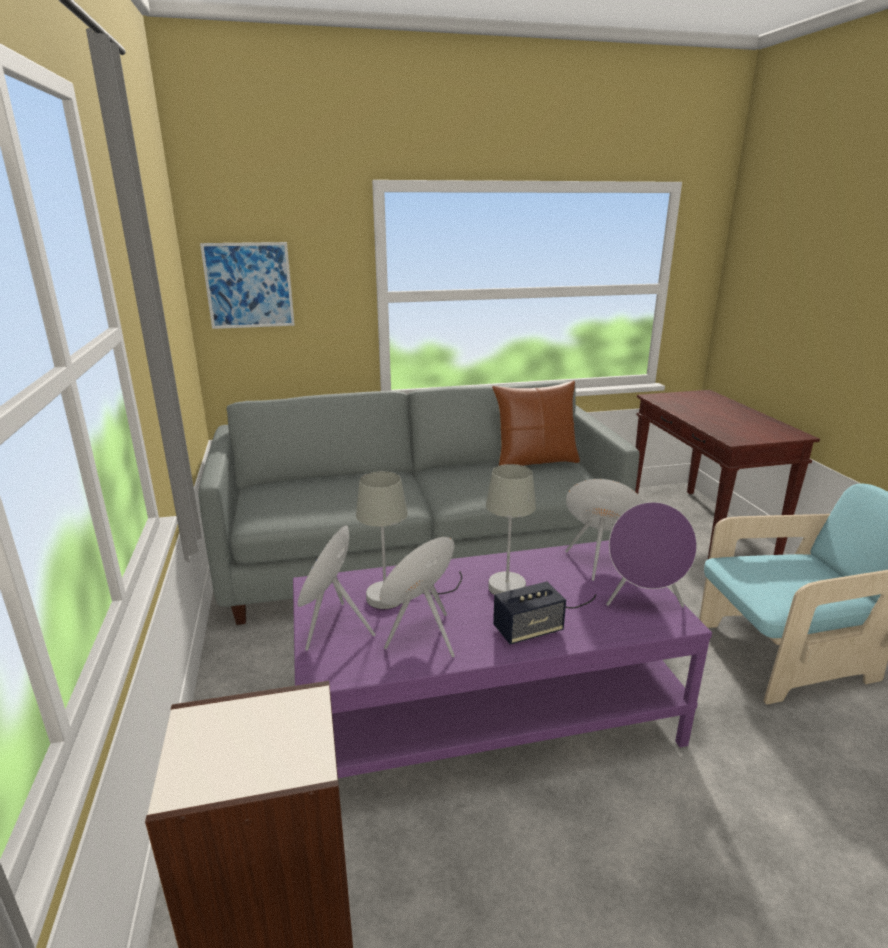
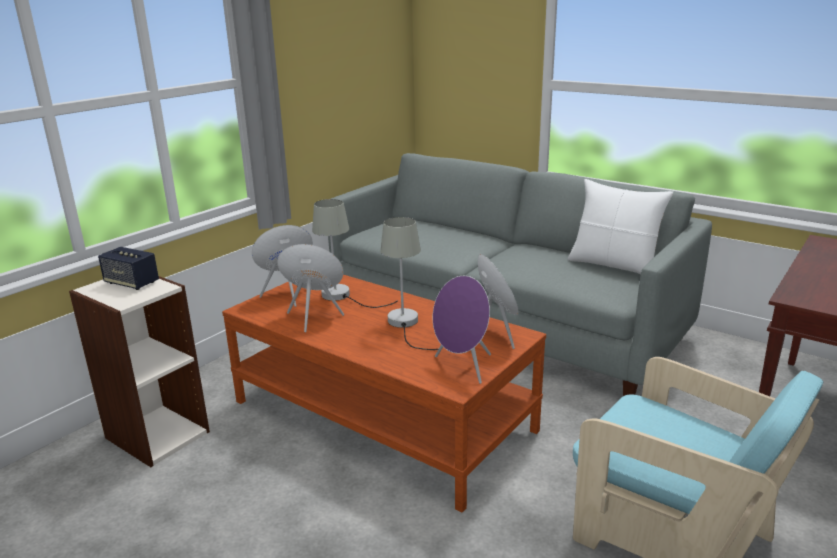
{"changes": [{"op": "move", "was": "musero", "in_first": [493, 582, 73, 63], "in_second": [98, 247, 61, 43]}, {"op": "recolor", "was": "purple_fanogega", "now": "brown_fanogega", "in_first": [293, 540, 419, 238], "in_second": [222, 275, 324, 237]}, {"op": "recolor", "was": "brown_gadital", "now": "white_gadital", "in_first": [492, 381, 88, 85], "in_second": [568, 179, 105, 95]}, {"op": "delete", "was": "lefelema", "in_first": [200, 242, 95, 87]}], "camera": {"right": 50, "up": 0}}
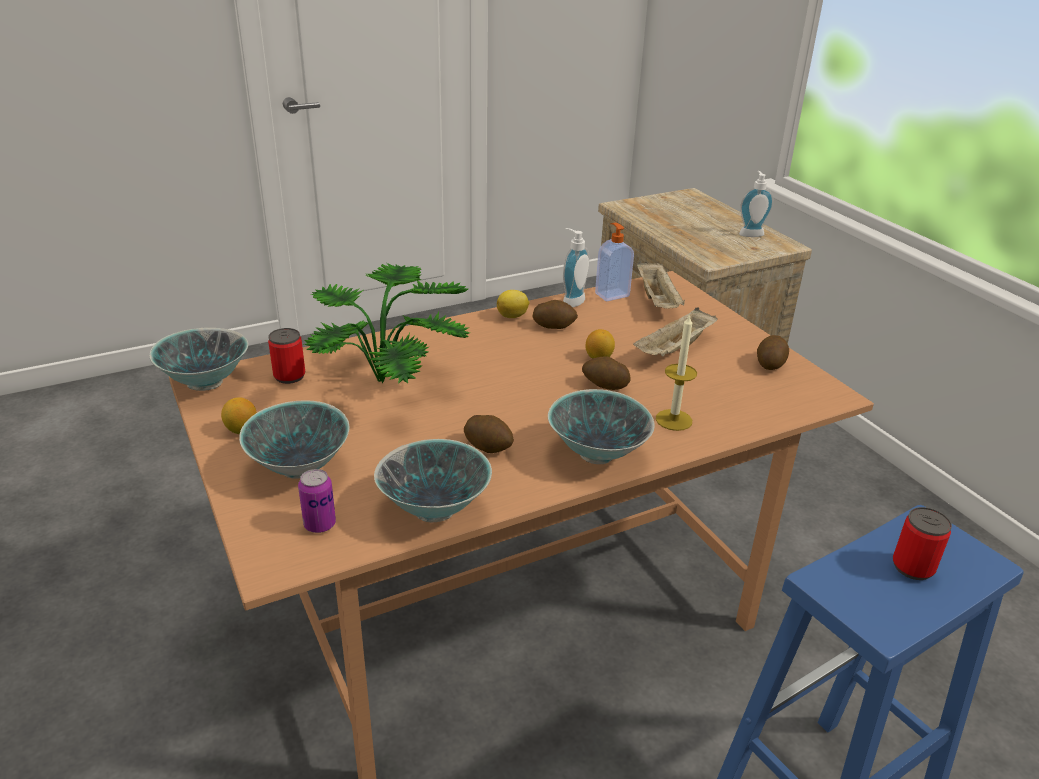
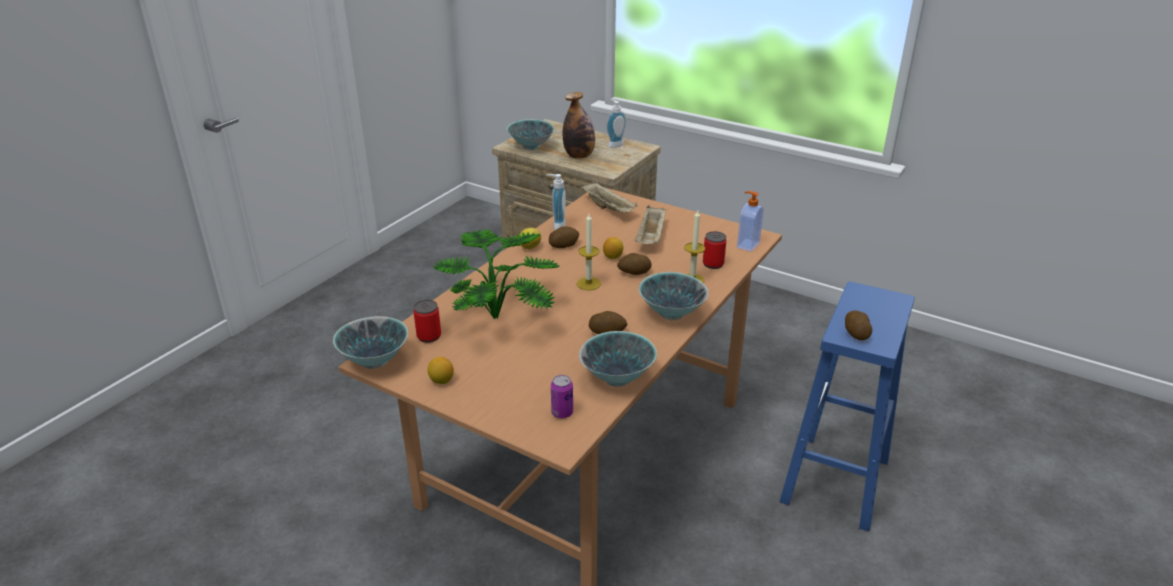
{"changes": [{"op": "move", "was": "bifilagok", "in_first": [239, 400, 110, 79], "in_second": [507, 119, 47, 31]}, {"op": "insert", "now": "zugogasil", "in_second": [563, 92, 32, 67]}, {"op": "insert", "now": "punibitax", "in_second": [577, 214, 24, 76]}, {"op": "move", "was": "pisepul", "in_first": [893, 507, 59, 73], "in_second": [703, 231, 24, 38]}, {"op": "move", "was": "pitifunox", "in_first": [595, 223, 39, 78], "in_second": [737, 191, 27, 61]}, {"op": "move", "was": "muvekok", "in_first": [757, 335, 32, 35], "in_second": [845, 310, 27, 30]}], "camera": {"right": -30, "up": 0}}
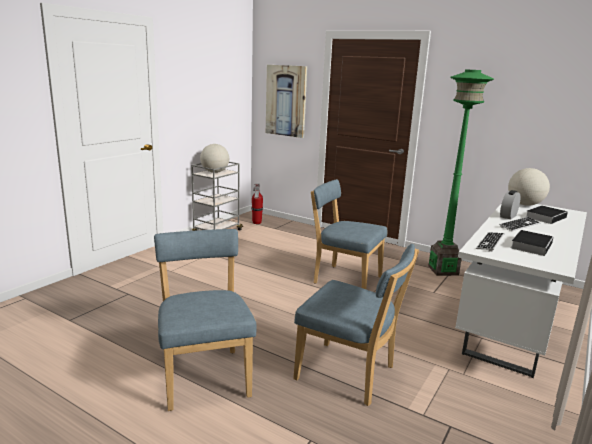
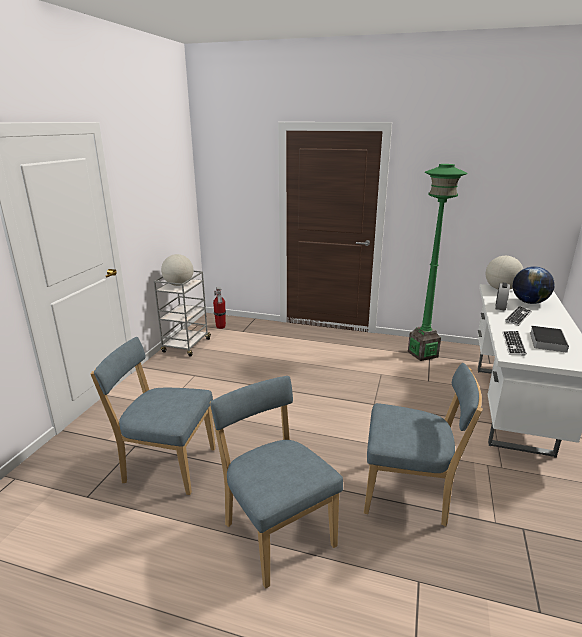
{"changes": [{"op": "move", "was": "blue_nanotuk", "in_first": [311, 179, 76, 110], "in_second": [91, 337, 125, 158]}, {"op": "replace", "was": "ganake", "now": "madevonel", "in_first": [526, 205, 42, 19], "in_second": [513, 266, 42, 38]}, {"op": "delete", "was": "lefelema", "in_first": [266, 65, 41, 73]}], "camera": {"right": -15, "up": 5}}
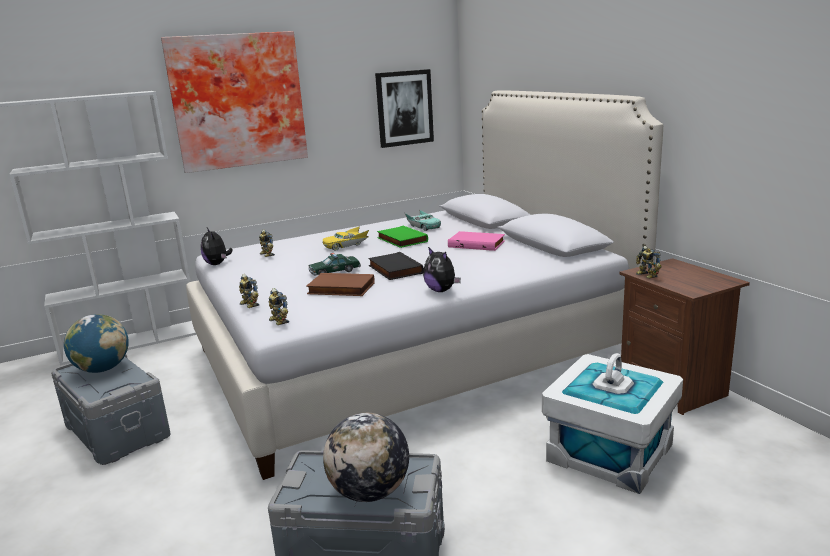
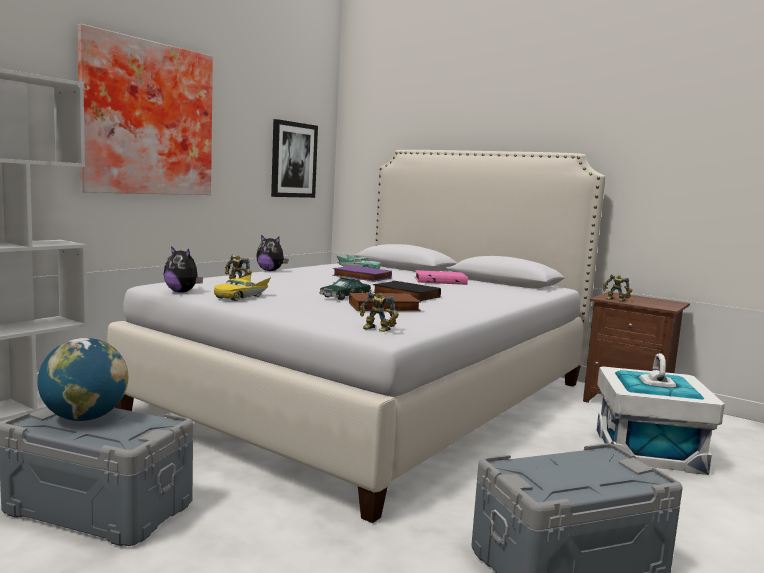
{"changes": [{"op": "move", "was": "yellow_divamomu", "in_first": [323, 226, 46, 25], "in_second": [214, 275, 57, 26]}, {"op": "move", "was": "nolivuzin", "in_first": [423, 247, 38, 45], "in_second": [256, 235, 33, 36]}, {"op": "recolor", "was": "green_ganake", "now": "purple_ganake", "in_first": [377, 226, 51, 22], "in_second": [332, 265, 60, 17]}, {"op": "delete", "was": "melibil", "in_first": [239, 274, 20, 34]}, {"op": "delete", "was": "madevonel", "in_first": [323, 413, 86, 89]}], "camera": {"right": -30, "up": -10}}
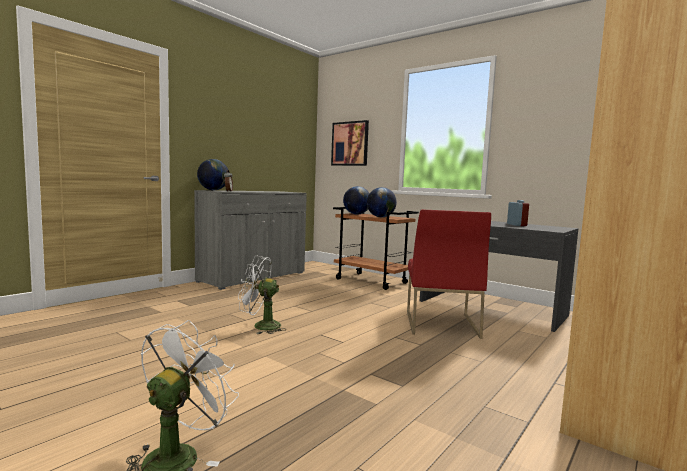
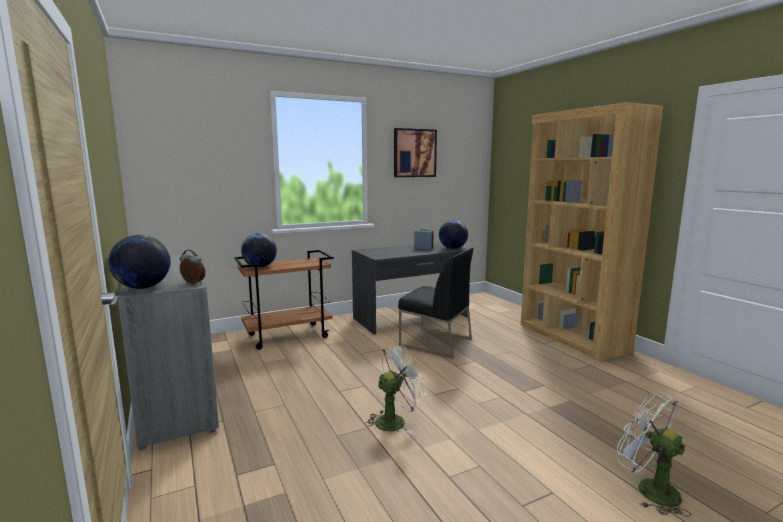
{"changes": [{"op": "rotate", "was": "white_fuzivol", "in_first": [238, 256, 49, 78], "in_second": [365, 345, 61, 89], "clockwise": -150}, {"op": "move", "was": "lefelema", "in_first": [331, 120, 38, 46], "in_second": [394, 128, 43, 49]}, {"op": "recolor", "was": "red_nanotuk", "now": "black_nanotuk", "in_first": [407, 209, 84, 130], "in_second": [398, 248, 76, 110]}, {"op": "move", "was": "madevonel", "in_first": [367, 187, 30, 30], "in_second": [439, 220, 29, 29]}], "camera": {"right": -65, "up": 5}}
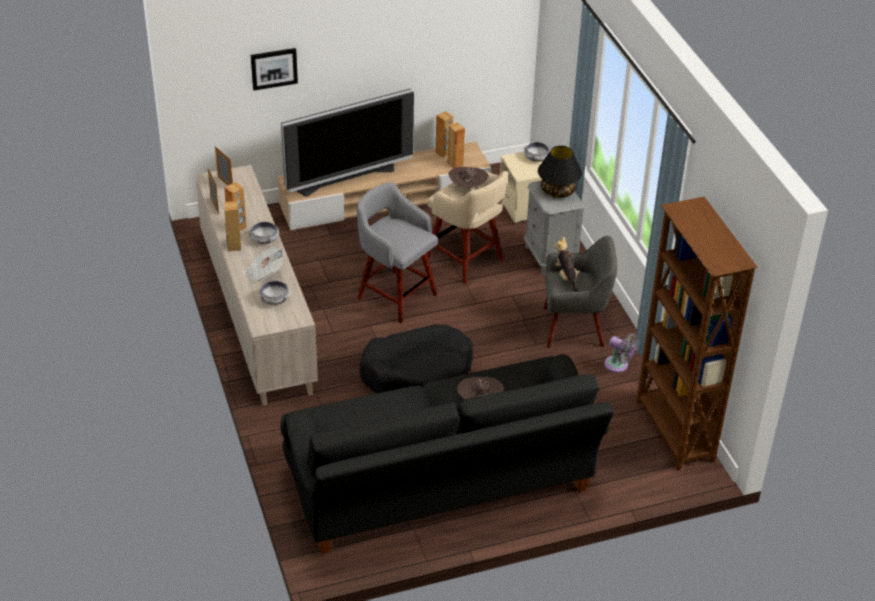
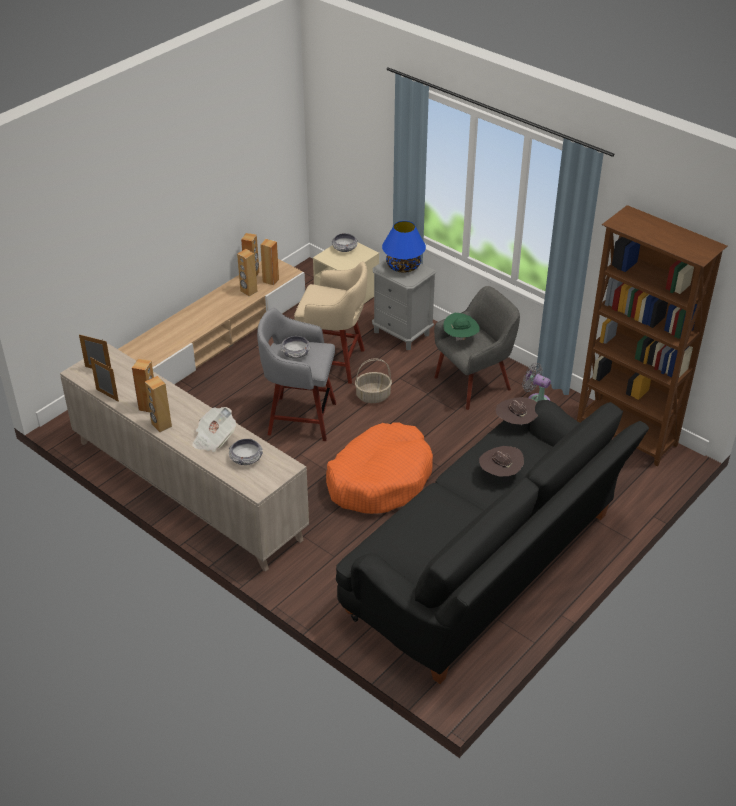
{"changes": [{"op": "insert", "now": "brown_musero", "in_second": [237, 249, 21, 47]}, {"op": "move", "was": "bifilagok", "in_first": [249, 222, 30, 22], "in_second": [280, 336, 31, 23]}, {"op": "recolor", "was": "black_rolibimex", "now": "orange_rolibimex", "in_first": [359, 324, 114, 69], "in_second": [326, 422, 107, 92]}, {"op": "insert", "now": "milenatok", "in_second": [355, 358, 37, 45]}, {"op": "recolor", "was": "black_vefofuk", "now": "blue_vefofuk", "in_first": [538, 146, 44, 52], "in_second": [382, 221, 44, 52]}, {"op": "replace", "was": "nolivuzin", "now": "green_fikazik", "in_first": [554, 237, 26, 55], "in_second": [443, 313, 37, 28]}, {"op": "move", "was": "brown_fikazik", "in_first": [448, 167, 41, 24], "in_second": [496, 397, 42, 28]}, {"op": "rotate", "was": "grey_fuzivol", "in_first": [604, 333, 35, 40], "in_second": [522, 363, 29, 39], "clockwise": -150}, {"op": "delete", "was": "lefelema", "in_first": [251, 48, 47, 42]}, {"op": "delete", "was": "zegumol", "in_first": [281, 89, 133, 108]}], "camera": {"right": -30, "up": 0}}
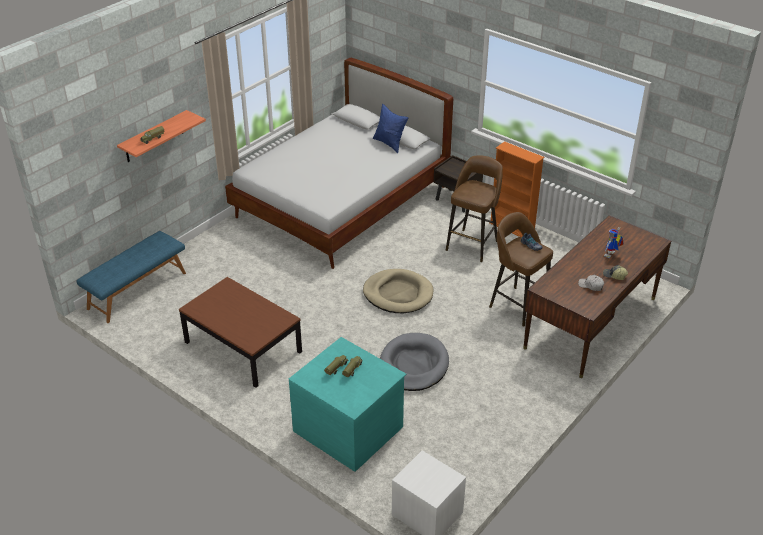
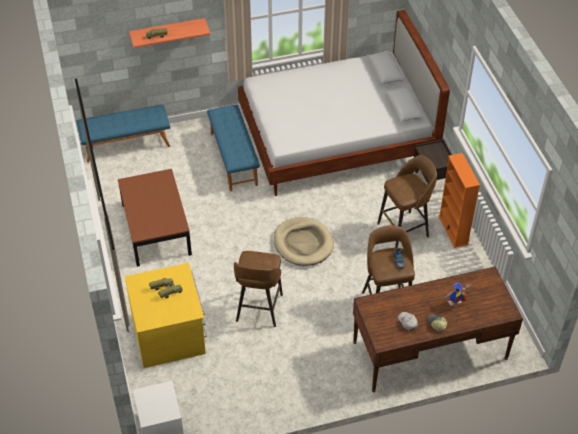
{"changes": [{"op": "recolor", "was": "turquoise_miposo", "now": "yellow_miposo", "in_first": [288, 337, 118, 135], "in_second": [125, 263, 82, 105]}, {"op": "insert", "now": "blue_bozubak", "in_second": [207, 104, 53, 87]}, {"op": "replace", "was": "grey_rolibimex", "now": "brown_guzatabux", "in_first": [380, 333, 69, 58], "in_second": [234, 251, 49, 76]}, {"op": "delete", "was": "blue_gadital", "in_first": [373, 104, 35, 49]}], "camera": {"right": 35, "up": 10}}
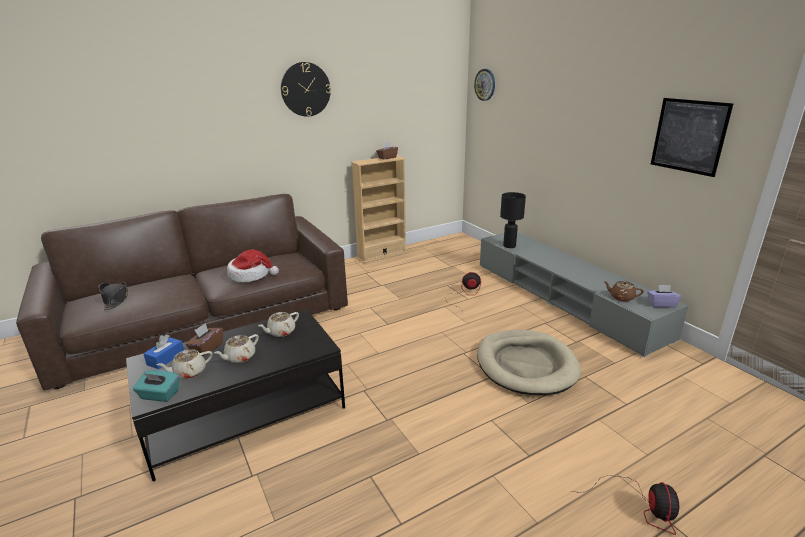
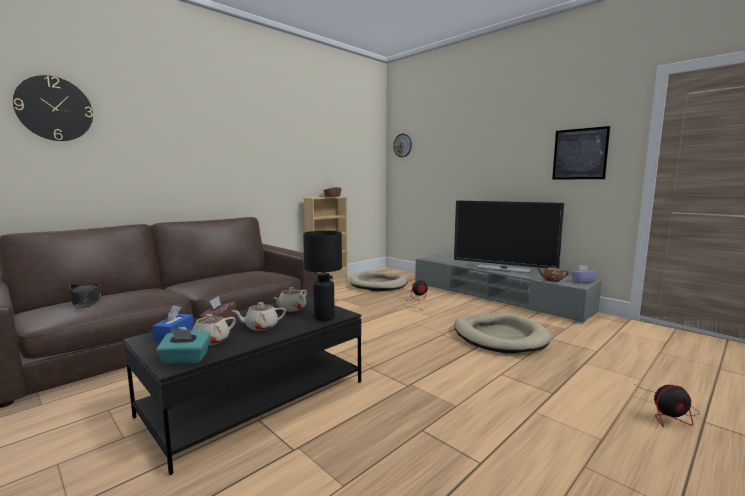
{"changes": [{"op": "move", "was": "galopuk", "in_first": [281, 62, 50, 55], "in_second": [13, 75, 80, 66]}, {"op": "rotate", "was": "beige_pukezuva", "in_first": [214, 334, 45, 29], "in_second": [233, 302, 53, 29], "clockwise": 45}, {"op": "move", "was": "black_vefofuk", "in_first": [500, 192, 26, 56], "in_second": [303, 231, 39, 90]}, {"op": "insert", "now": "beige_rolibimex", "in_second": [350, 271, 58, 20]}, {"op": "insert", "now": "zegumol", "in_second": [454, 200, 110, 74]}, {"op": "rotate", "was": "fuzivol", "in_first": [571, 475, 108, 60], "in_second": [633, 383, 66, 44], "clockwise": 90}, {"op": "delete", "was": "fikazik", "in_first": [227, 249, 52, 33]}], "camera": {"right": -15, "up": -15}}
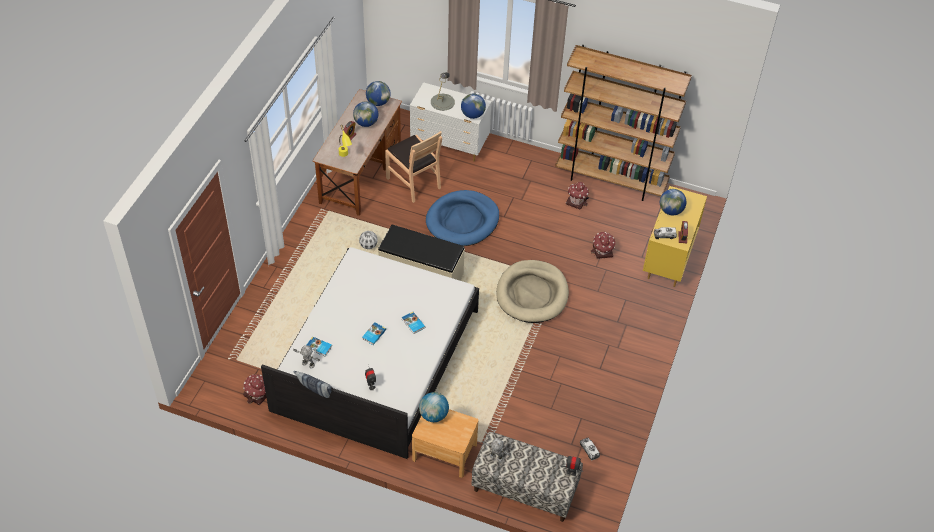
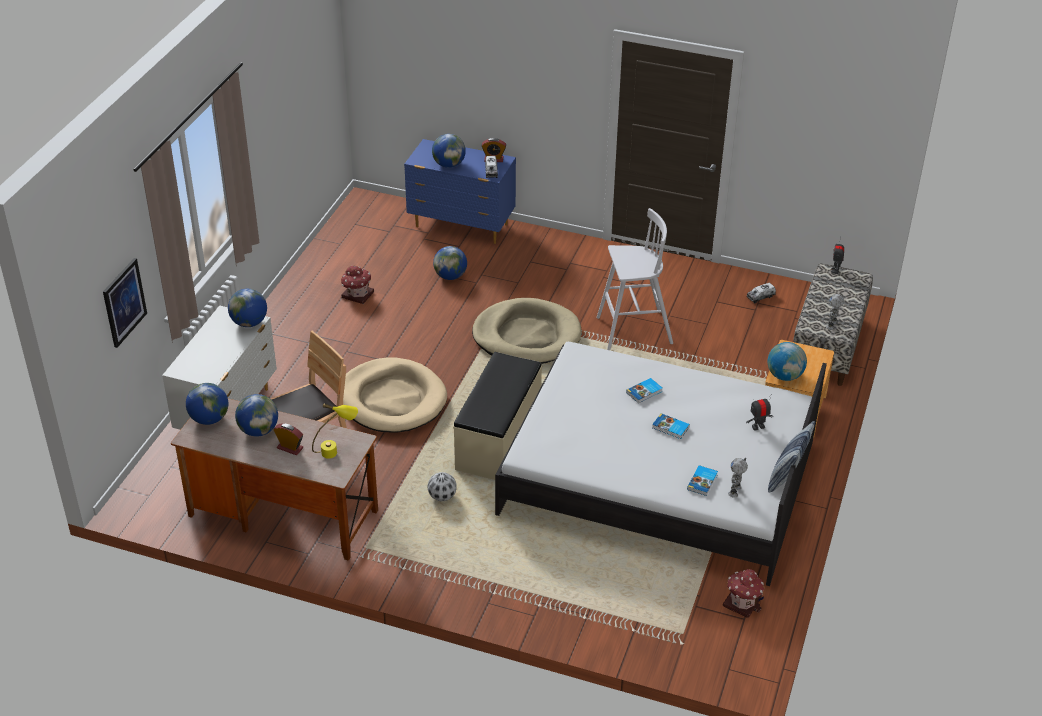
{"changes": [{"op": "insert", "now": "lefelema", "in_second": [103, 258, 44, 90]}, {"op": "recolor", "was": "blue_rolibimex", "now": "beige_rolibimex", "in_first": [426, 190, 73, 56], "in_second": [337, 358, 110, 75]}, {"op": "recolor", "was": "yellow_miposo", "now": "blue_miposo", "in_first": [643, 186, 64, 101], "in_second": [404, 139, 112, 105]}, {"op": "replace", "was": "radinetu", "now": "madevonel", "in_first": [591, 232, 24, 27], "in_second": [433, 246, 34, 34]}, {"op": "insert", "now": "white_guzatabux", "in_second": [597, 208, 76, 142]}, {"op": "delete", "was": "grey_vefofuk", "in_first": [431, 72, 24, 39]}, {"op": "delete", "was": "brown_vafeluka", "in_first": [555, 45, 137, 156]}], "camera": {"right": -90, "up": -10}}
